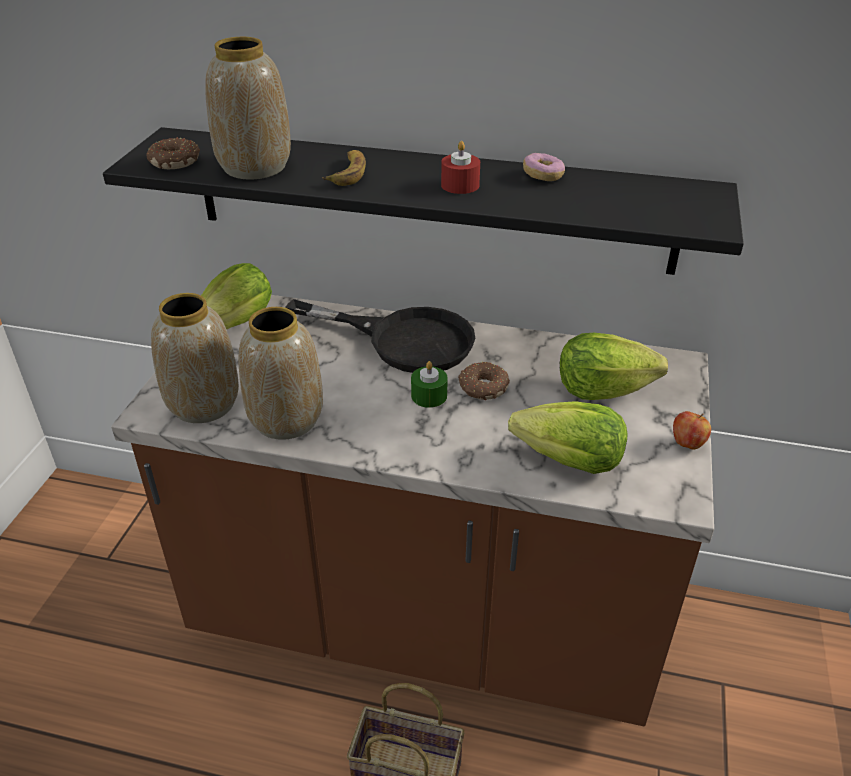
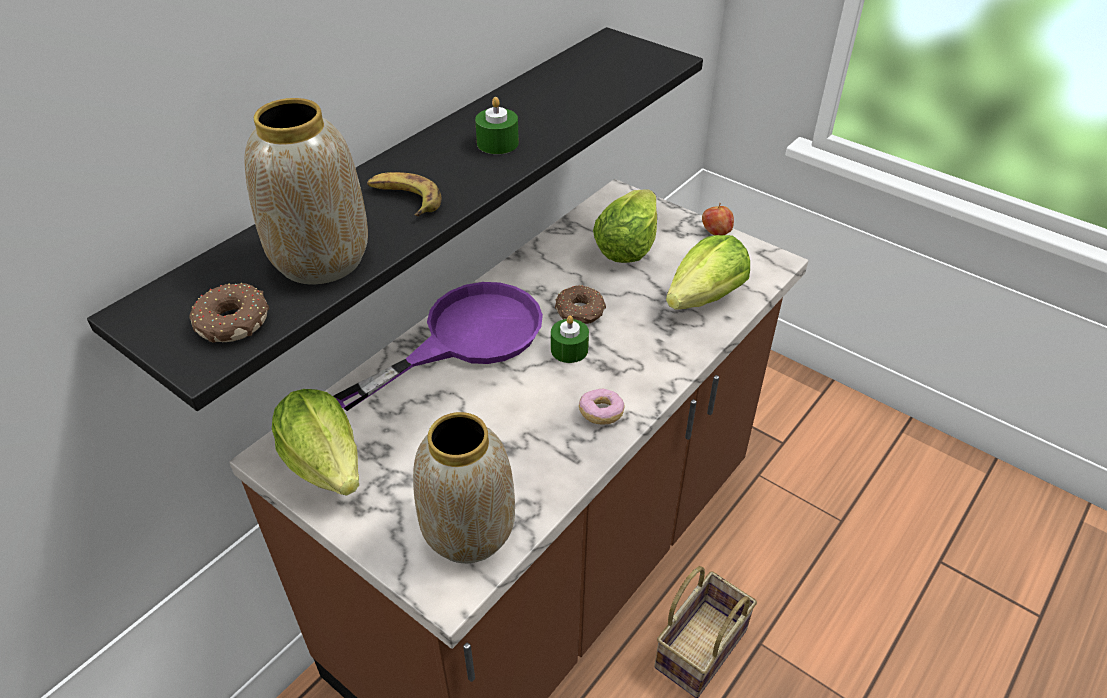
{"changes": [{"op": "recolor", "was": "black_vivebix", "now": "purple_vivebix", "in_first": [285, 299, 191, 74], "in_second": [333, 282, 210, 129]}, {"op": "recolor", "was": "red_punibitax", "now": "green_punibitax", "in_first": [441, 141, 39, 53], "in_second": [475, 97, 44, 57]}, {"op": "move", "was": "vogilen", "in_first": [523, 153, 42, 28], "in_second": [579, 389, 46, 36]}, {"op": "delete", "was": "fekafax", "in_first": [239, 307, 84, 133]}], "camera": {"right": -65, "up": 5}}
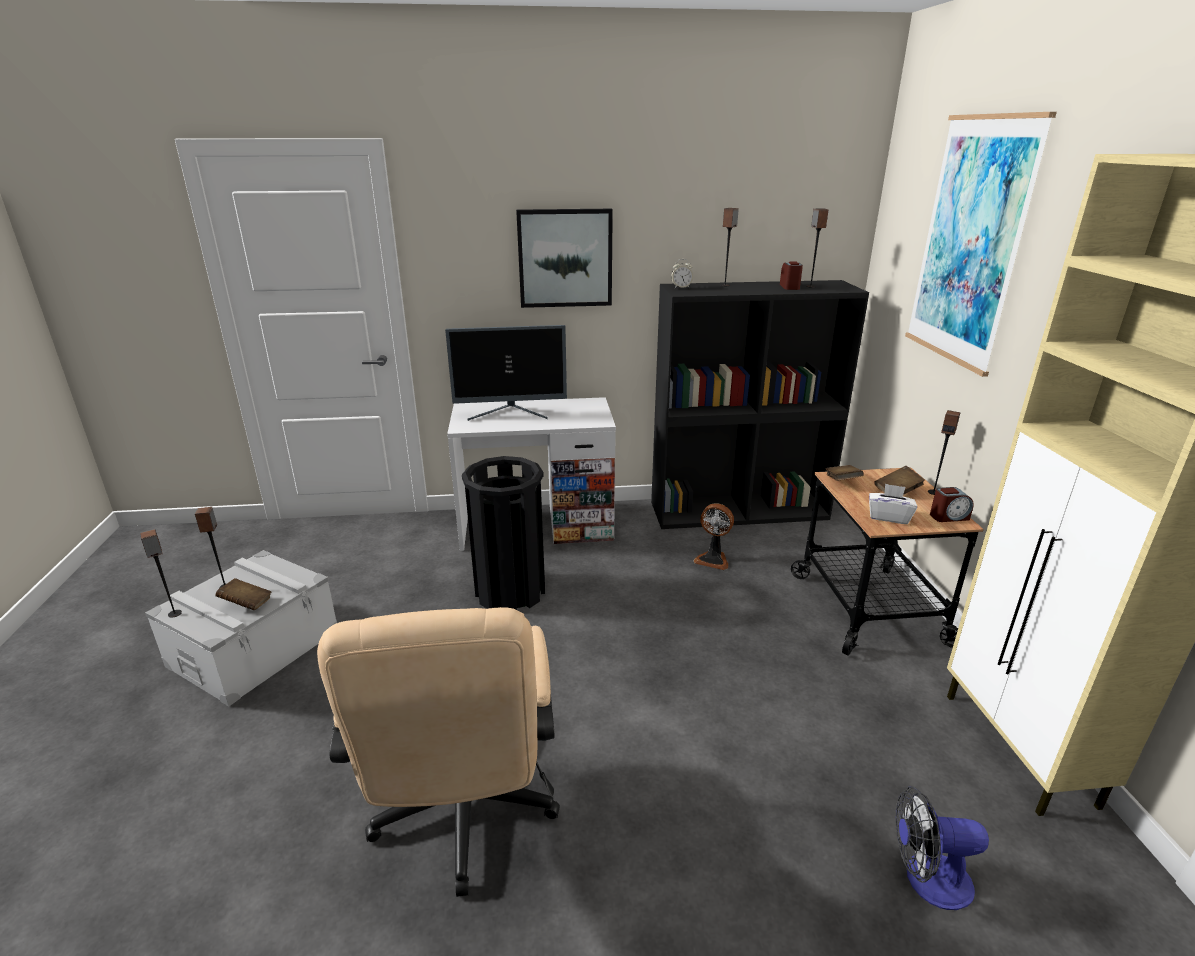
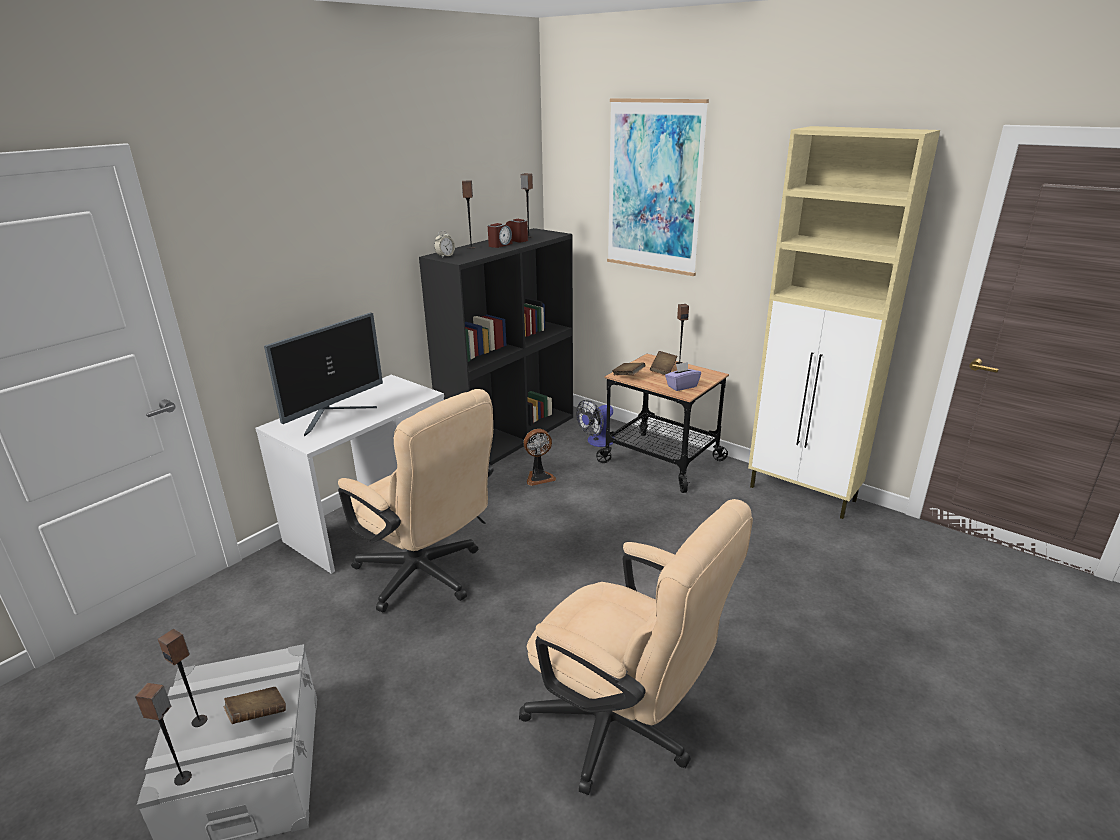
{"changes": [{"op": "replace", "was": "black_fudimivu", "now": "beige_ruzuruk", "in_first": [462, 456, 83, 154], "in_second": [338, 389, 155, 223]}, {"op": "move", "was": "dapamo", "in_first": [930, 487, 44, 35], "in_second": [488, 223, 24, 25]}, {"op": "move", "was": "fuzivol", "in_first": [895, 786, 94, 124], "in_second": [576, 400, 38, 47]}, {"op": "recolor", "was": "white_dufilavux", "now": "purple_dufilavux", "in_first": [869, 484, 48, 40], "in_second": [665, 362, 36, 29]}, {"op": "delete", "was": "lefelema", "in_first": [516, 209, 97, 99]}], "camera": {"right": -45, "up": 0}}
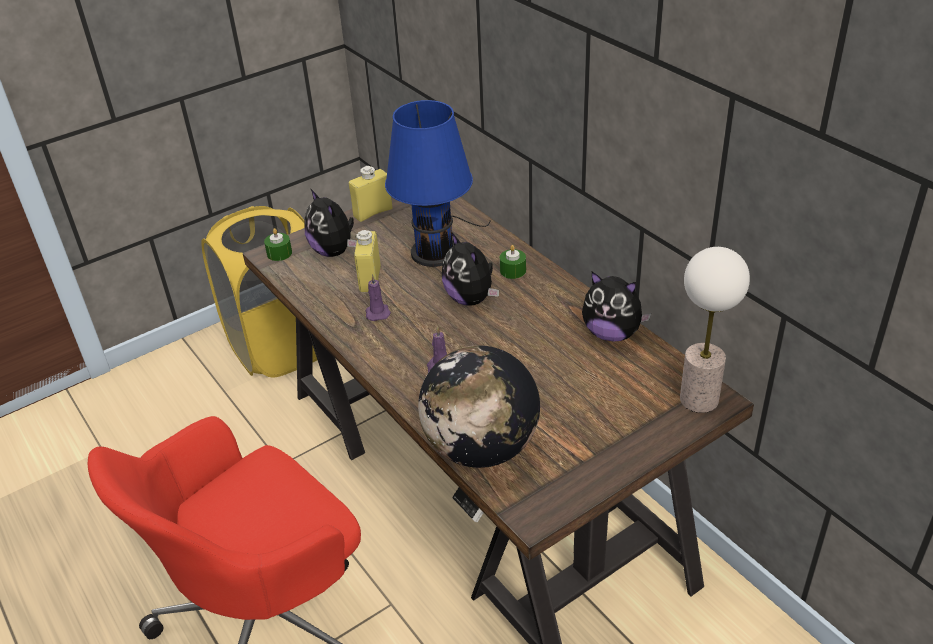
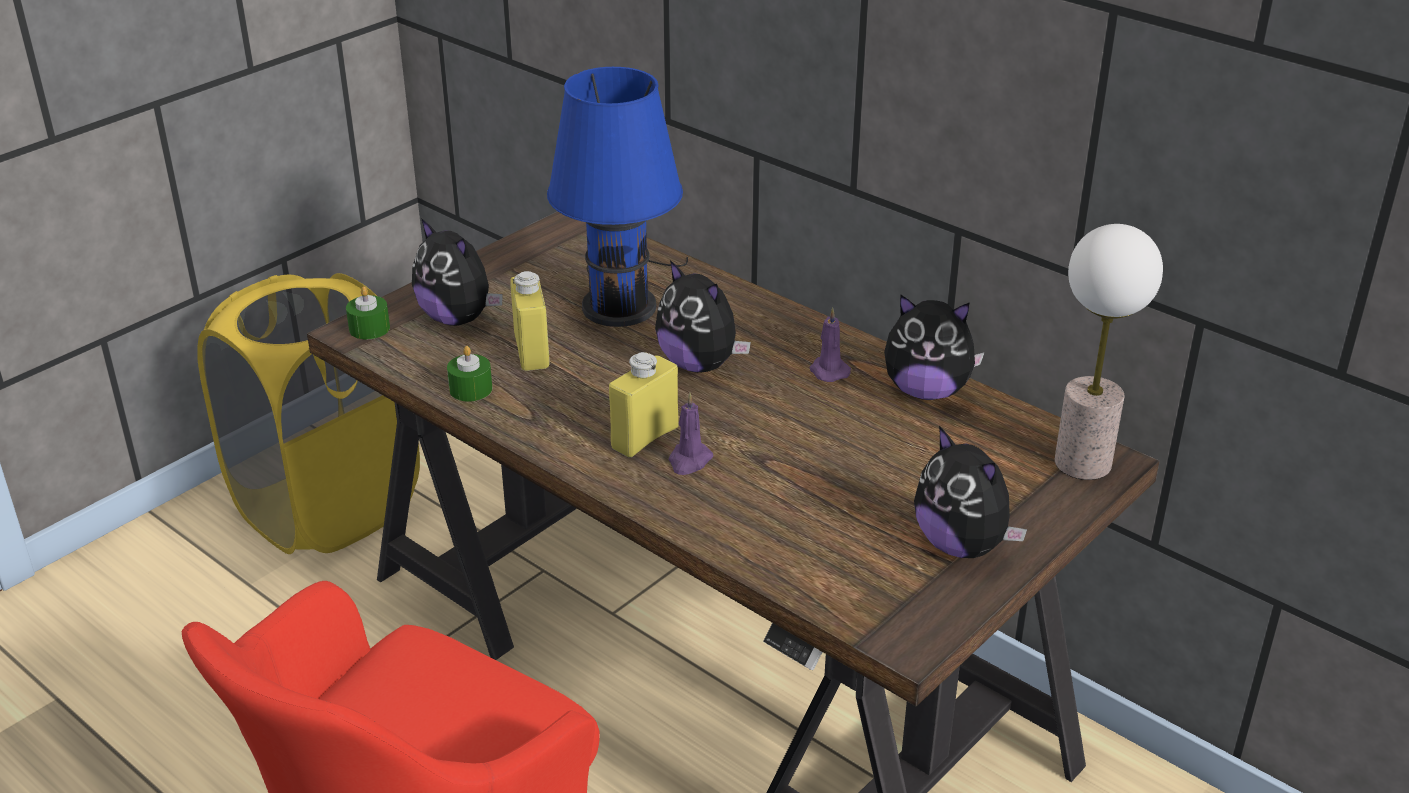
{"changes": [{"op": "move", "was": "green_punibitax", "in_first": [500, 245, 26, 34], "in_second": [447, 346, 45, 56]}, {"op": "move", "was": "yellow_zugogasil", "in_first": [349, 166, 43, 56], "in_second": [609, 352, 70, 106]}, {"op": "move", "was": "purple_punibitax", "in_first": [366, 274, 25, 47], "in_second": [810, 307, 41, 75]}, {"op": "insert", "now": "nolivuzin", "in_second": [914, 426, 113, 132]}, {"op": "delete", "was": "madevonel", "in_first": [418, 345, 122, 123]}], "camera": {"right": -15, "up": -5}}
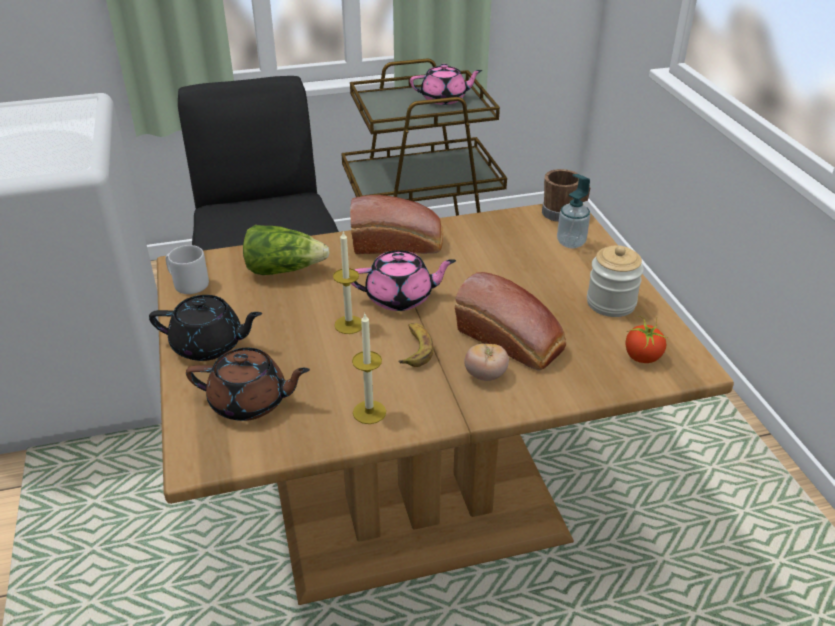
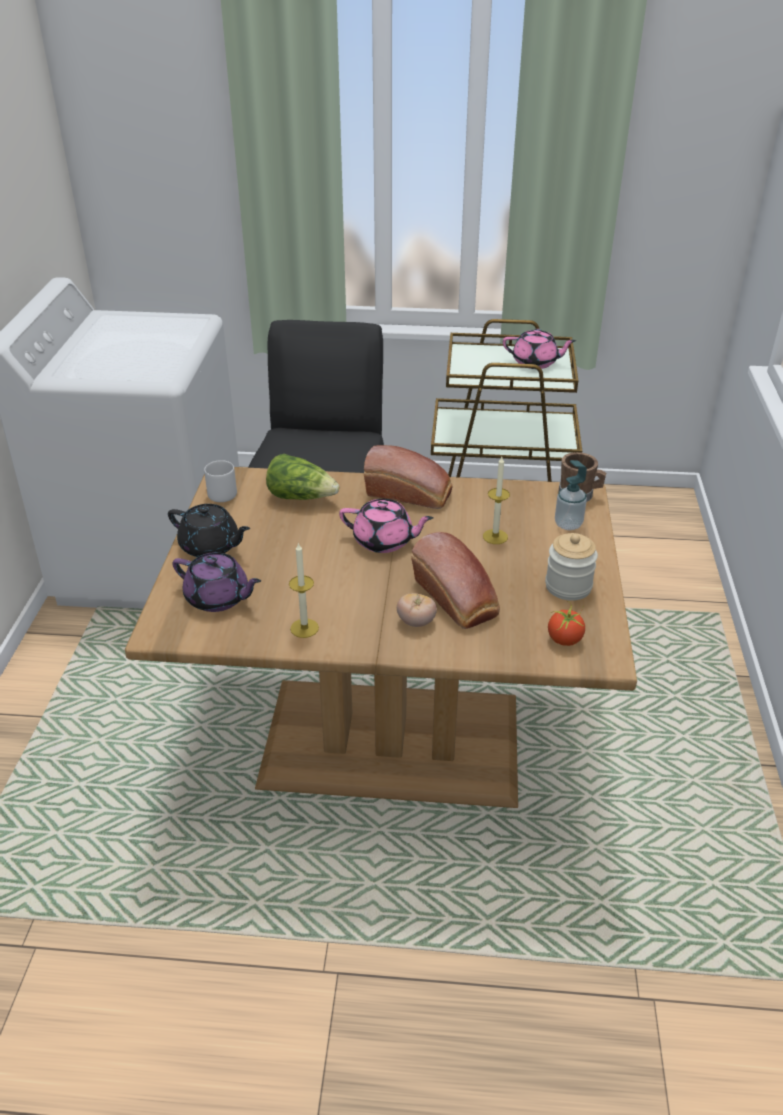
{"changes": [{"op": "recolor", "was": "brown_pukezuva", "now": "purple_pukezuva", "in_first": [186, 348, 124, 73], "in_second": [172, 552, 89, 60]}, {"op": "move", "was": "punibitax", "in_first": [333, 232, 29, 102], "in_second": [483, 457, 27, 87]}, {"op": "delete", "was": "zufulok", "in_first": [398, 323, 36, 44]}], "camera": {"right": 20, "up": 0}}
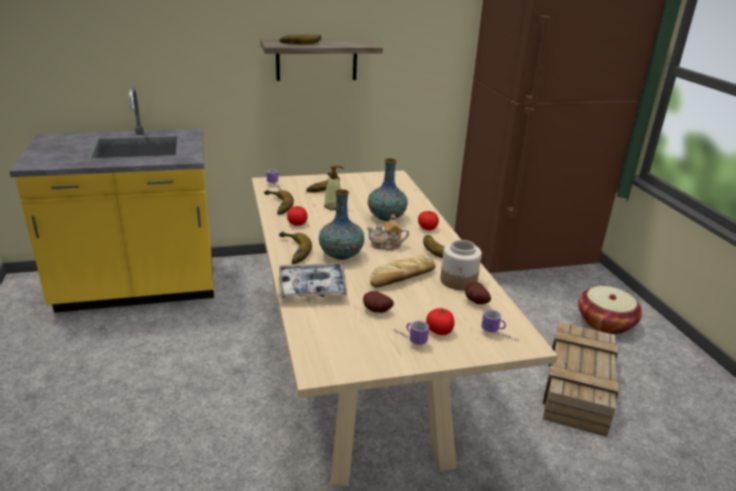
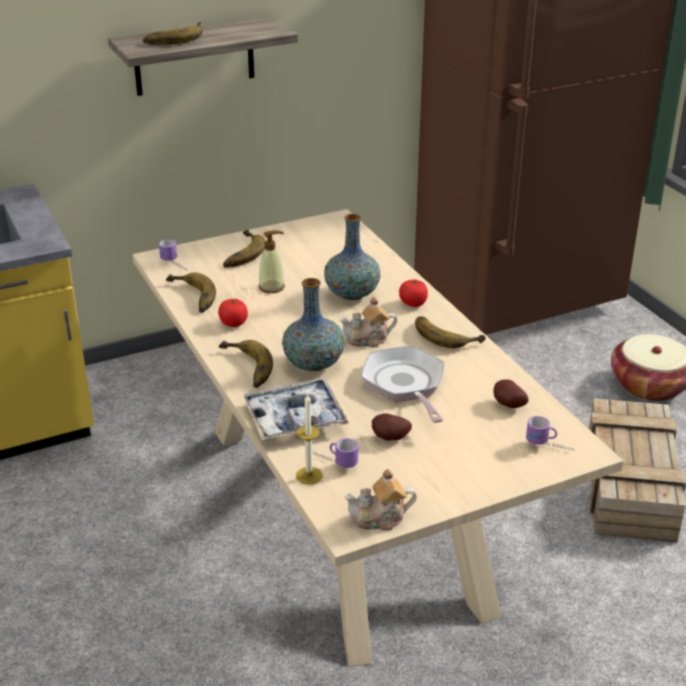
{"changes": [{"op": "insert", "now": "punibitax", "in_second": [296, 393, 26, 91]}, {"op": "move", "was": "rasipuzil", "in_first": [394, 321, 35, 24], "in_second": [313, 438, 45, 30]}, {"op": "insert", "now": "pukezuva", "in_second": [344, 469, 73, 62]}, {"op": "replace", "was": "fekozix", "now": "vivebix", "in_first": [370, 255, 66, 33], "in_second": [361, 346, 84, 77]}, {"op": "delete", "was": "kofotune", "in_first": [426, 308, 28, 27]}, {"op": "delete", "was": "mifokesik", "in_first": [440, 240, 42, 50]}], "camera": {"right": -10, "up": 5}}
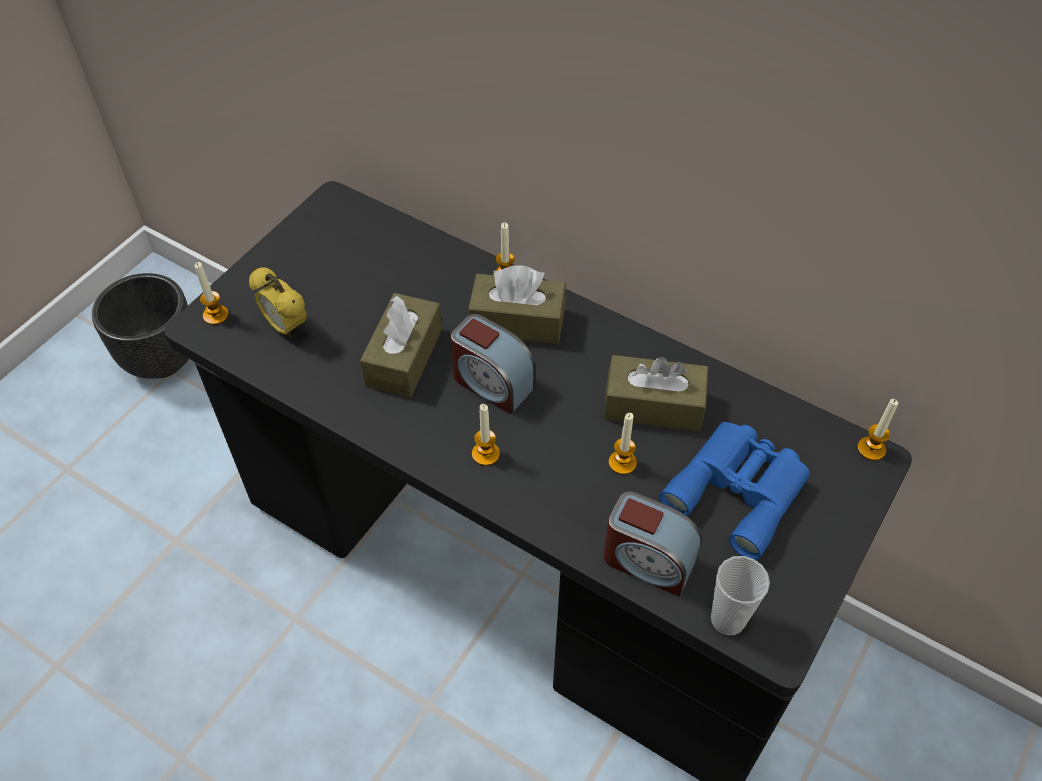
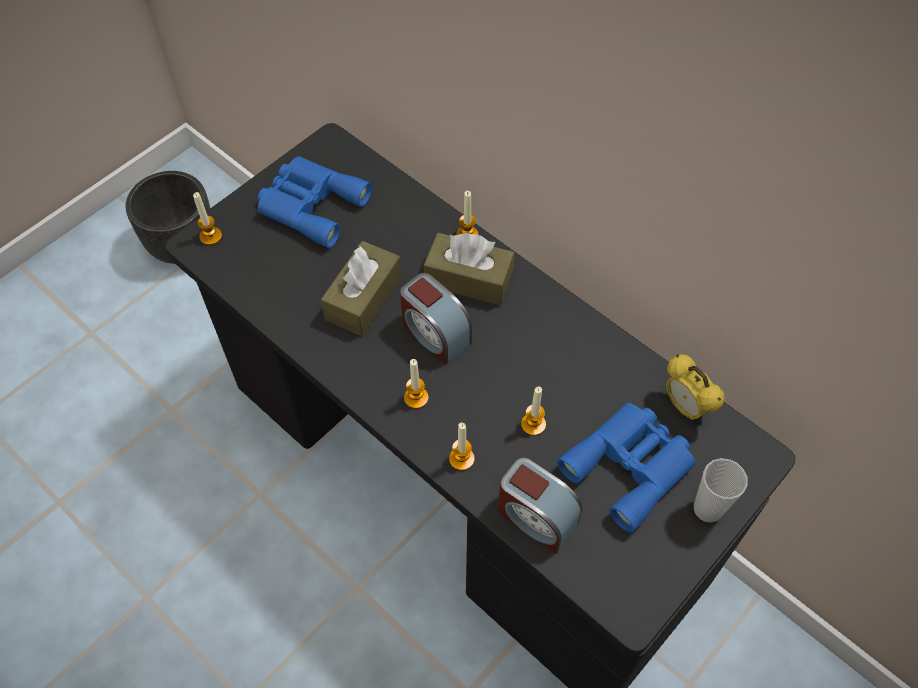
{"changes": [{"op": "insert", "now": "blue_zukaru", "in_second": [258, 156, 114, 92]}, {"op": "move", "was": "punibitax", "in_first": [857, 399, 41, 62], "in_second": [449, 423, 26, 48]}, {"op": "move", "was": "dapamo", "in_first": [249, 267, 58, 72], "in_second": [666, 354, 59, 67]}, {"op": "move", "was": "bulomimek", "in_first": [711, 556, 59, 79], "in_second": [694, 458, 54, 65]}, {"op": "delete", "was": "brown_dufilavux", "in_first": [604, 355, 104, 76]}], "camera": {"right": 10, "up": 5}}
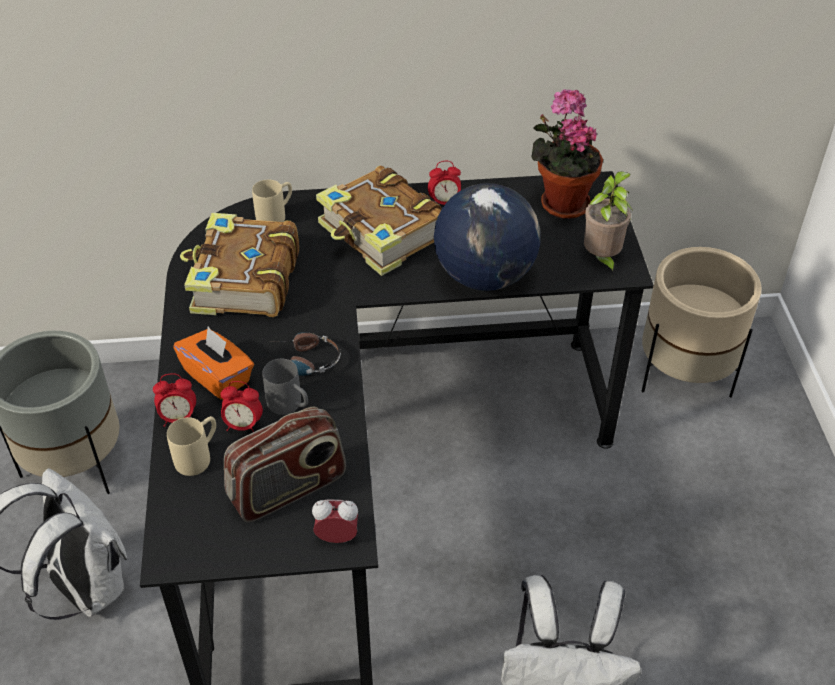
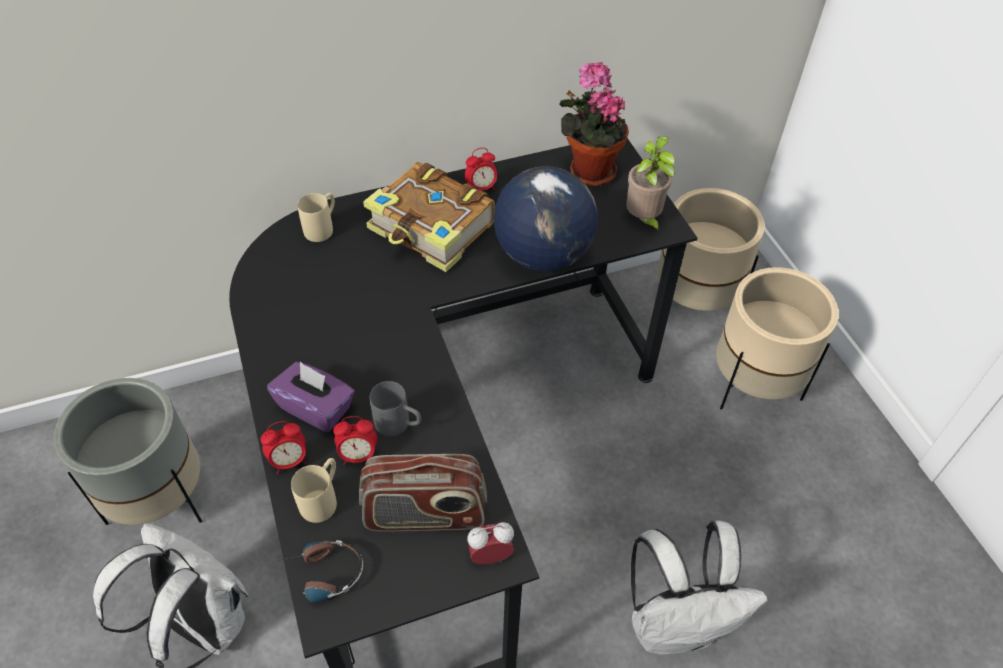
{"changes": [{"op": "recolor", "was": "orange_dufilavux", "now": "purple_dufilavux", "in_first": [173, 326, 81, 74], "in_second": [267, 362, 88, 70]}, {"op": "move", "was": "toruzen", "in_first": [284, 332, 57, 44], "in_second": [273, 540, 90, 62]}, {"op": "rotate", "was": "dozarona", "in_first": [224, 406, 122, 116], "in_second": [359, 454, 128, 78], "clockwise": 45}, {"op": "insert", "now": "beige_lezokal", "in_second": [716, 267, 123, 143]}, {"op": "delete", "was": "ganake", "in_first": [180, 213, 119, 104]}], "camera": {"right": -15, "up": 5}}
